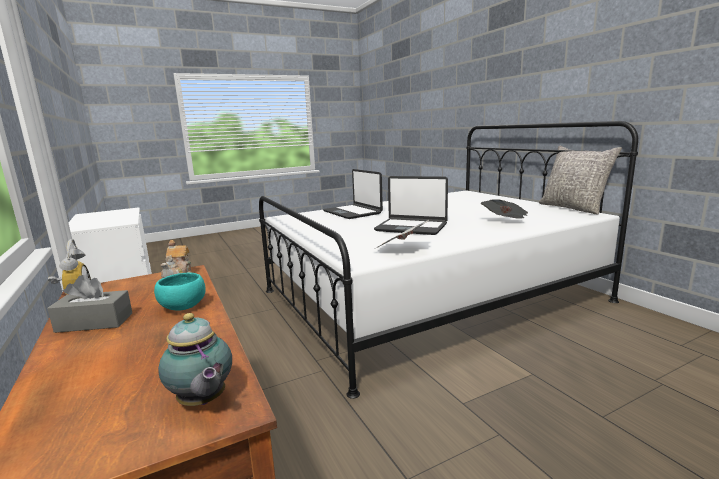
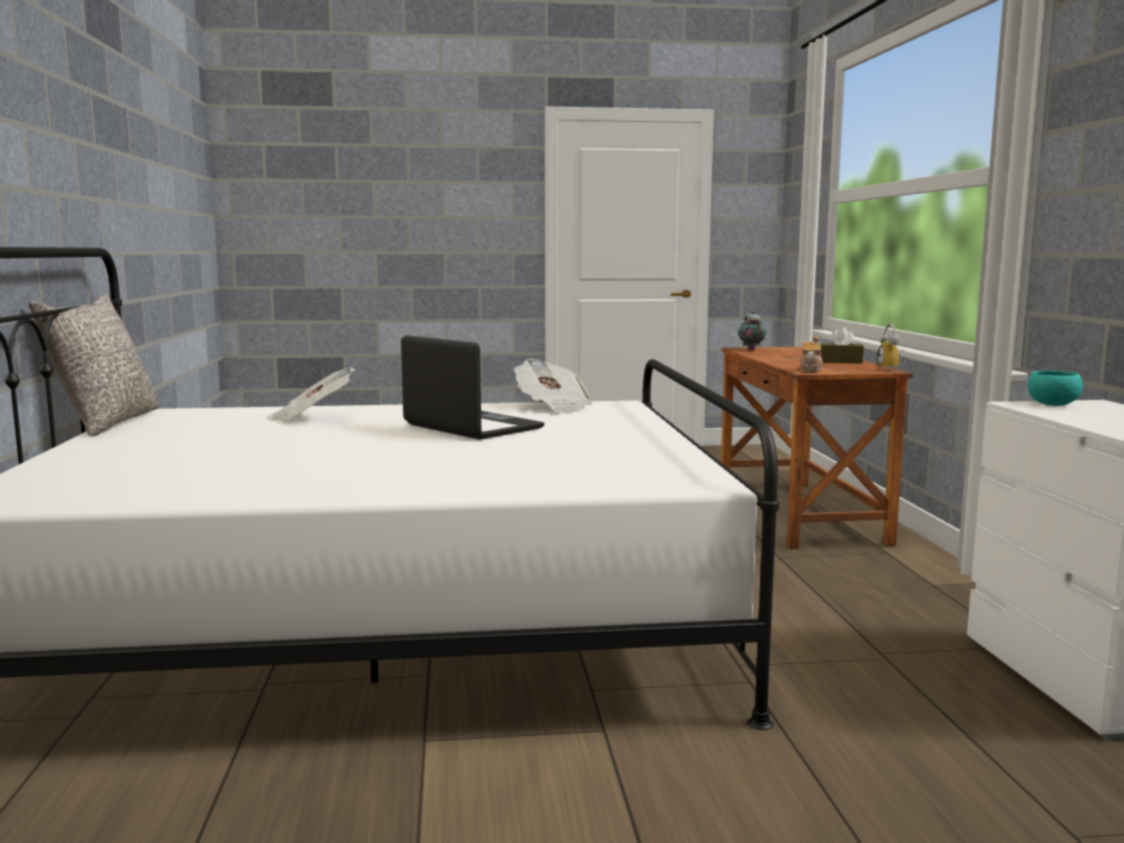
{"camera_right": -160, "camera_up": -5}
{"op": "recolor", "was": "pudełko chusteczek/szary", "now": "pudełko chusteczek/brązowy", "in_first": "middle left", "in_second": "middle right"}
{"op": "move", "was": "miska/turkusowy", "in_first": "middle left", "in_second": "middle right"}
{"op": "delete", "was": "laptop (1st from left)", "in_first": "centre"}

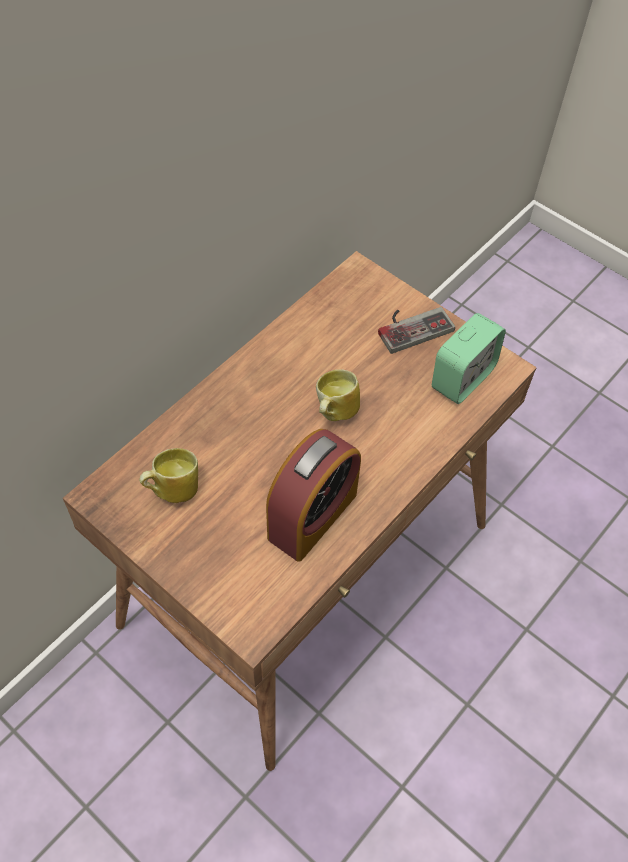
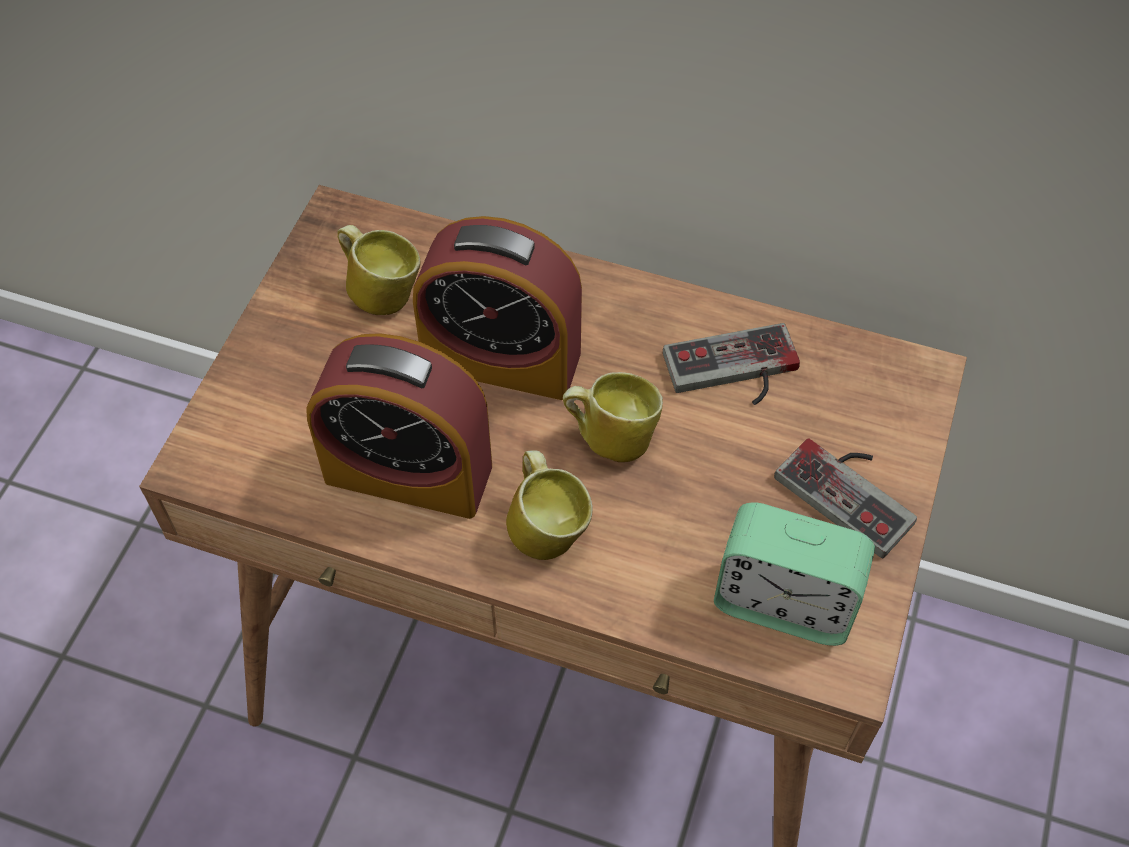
{"camera_right": 70, "camera_up": 0}
{"op": "insert", "now": "budzik (2nd from left)", "in_second": "centre"}
{"op": "insert", "now": "kubek (2nd from left)", "in_second": "centre"}
{"op": "insert", "now": "pad do gier (1st from left)", "in_second": "centre"}

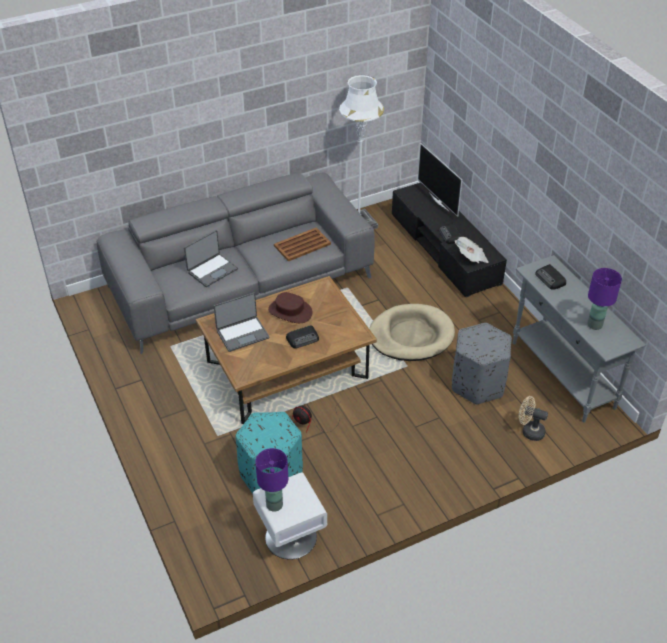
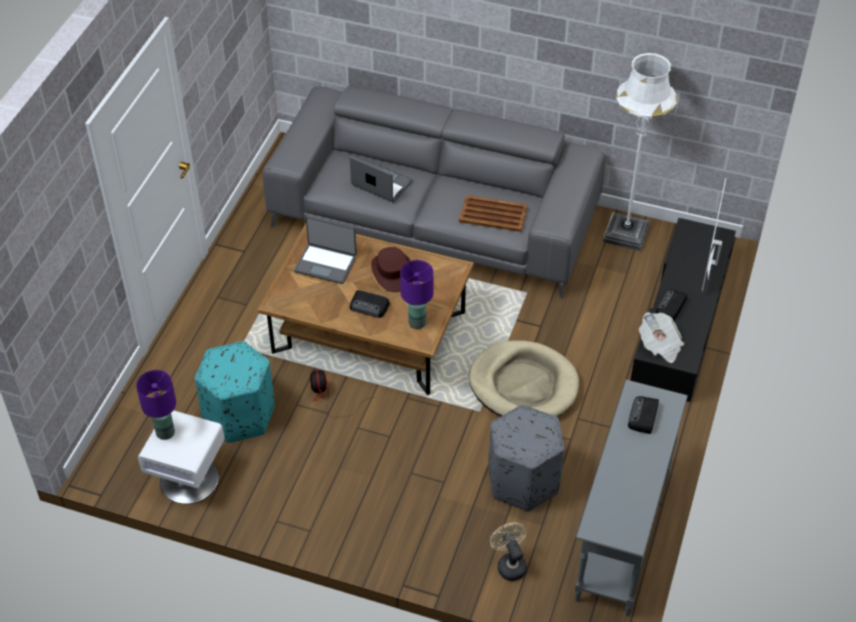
{"camera_right": 45, "camera_up": 5}
{"op": "rotate", "was": "laptop (1st from left in the first image)", "in_first": "middle left", "in_second": "top centre", "clockwise": -150}
{"op": "move", "was": "lampa stołowa/fioletowy (2nd from left)", "in_first": "middle right", "in_second": "centre"}

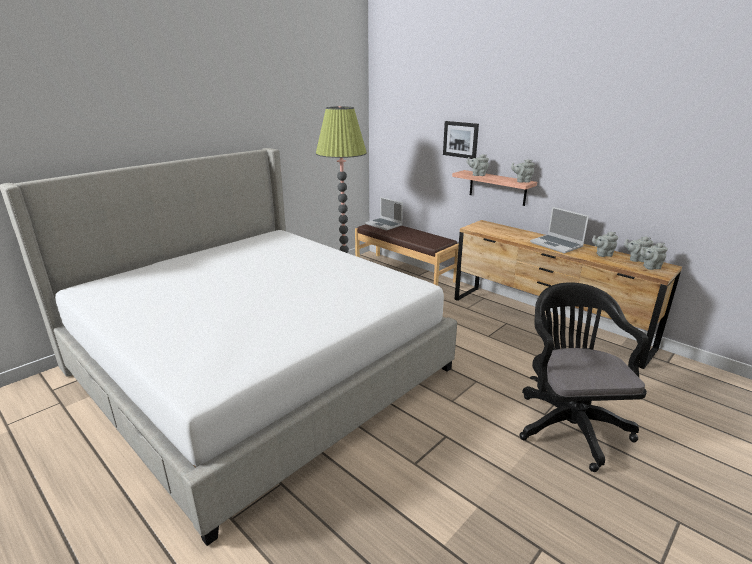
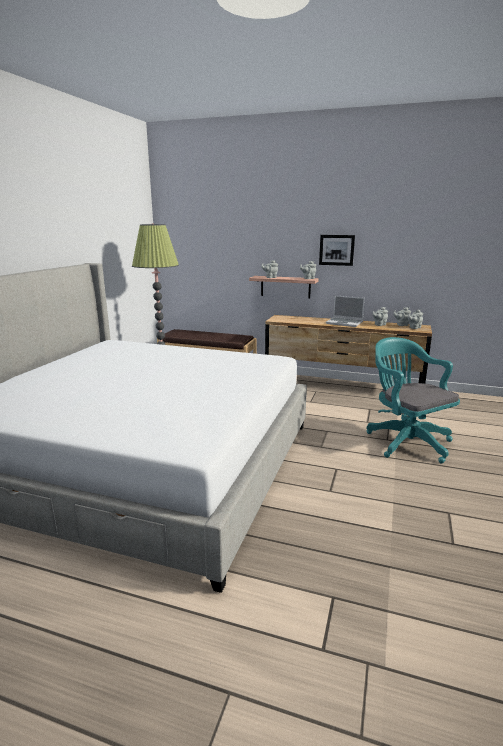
{"camera_right": -25, "camera_up": -5}
{"op": "move", "was": "obraz", "in_first": "top centre", "in_second": "middle right"}
{"op": "recolor", "was": "krzesło biurowe/czarny", "now": "krzesło biurowe/turkusowy", "in_first": "bottom right", "in_second": "middle right"}
{"op": "delete", "was": "laptop (1st from left)", "in_first": "centre"}

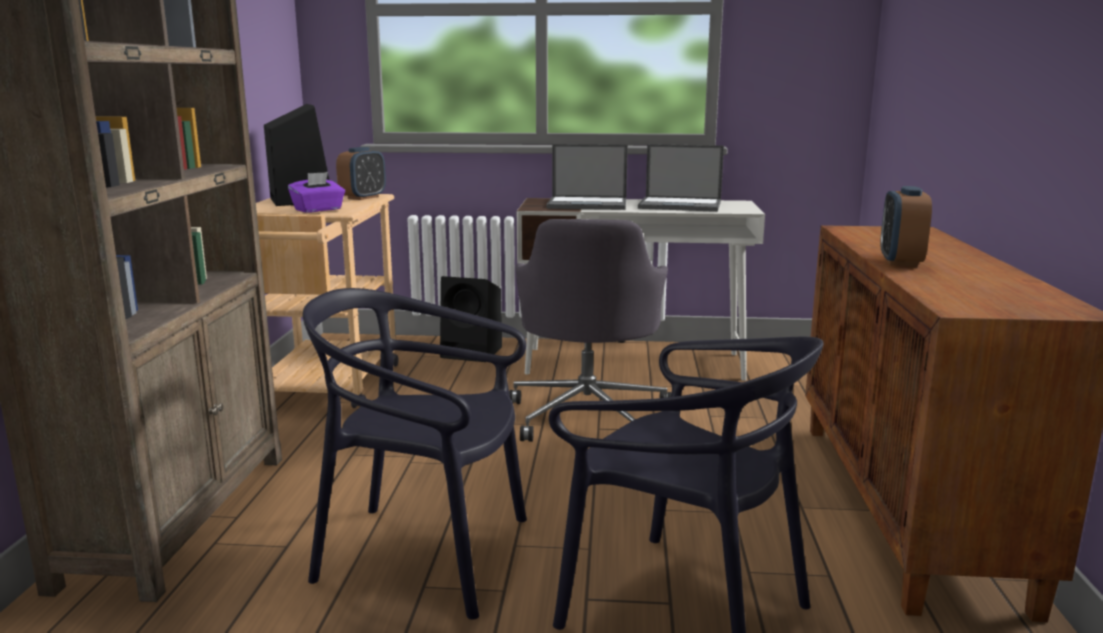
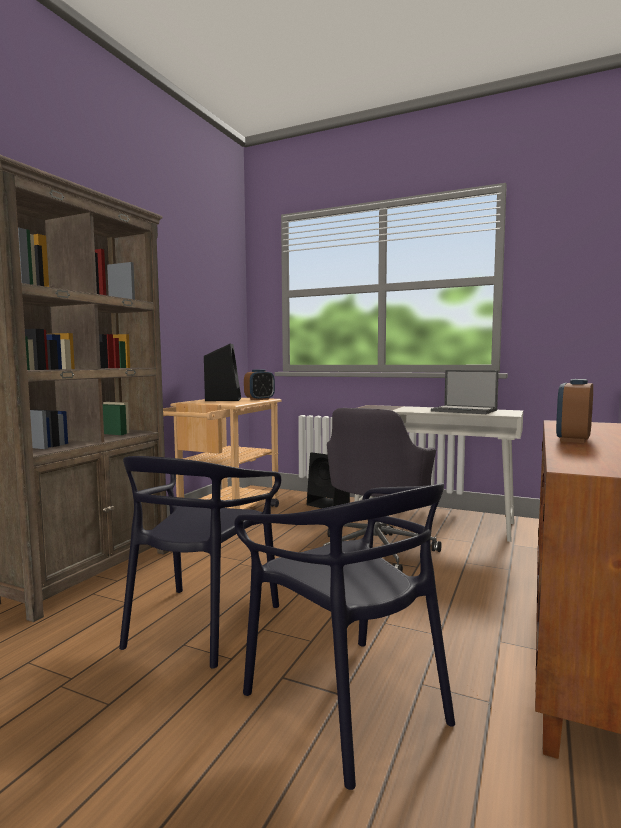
{"camera_right": 20, "camera_up": -10}
{"op": "rotate", "was": "krzesło/czarny (1st from left)", "in_first": "bottom centre", "in_second": "bottom left", "clockwise": -105}
{"op": "delete", "was": "pudełko chusteczek/fioletowy", "in_first": "top left"}
{"op": "delete", "was": "laptop (1st from left)", "in_first": "top centre"}

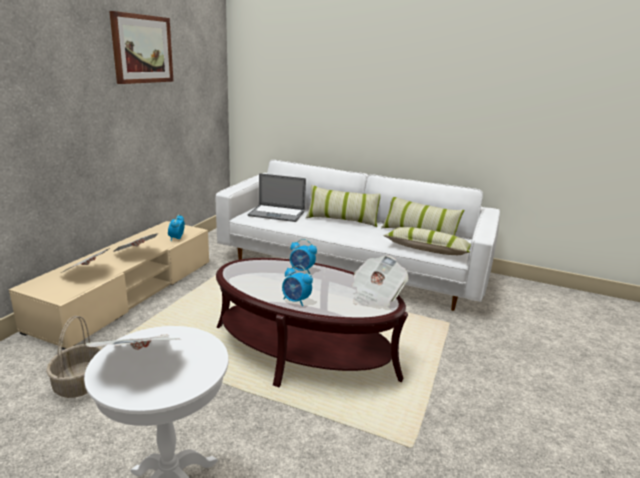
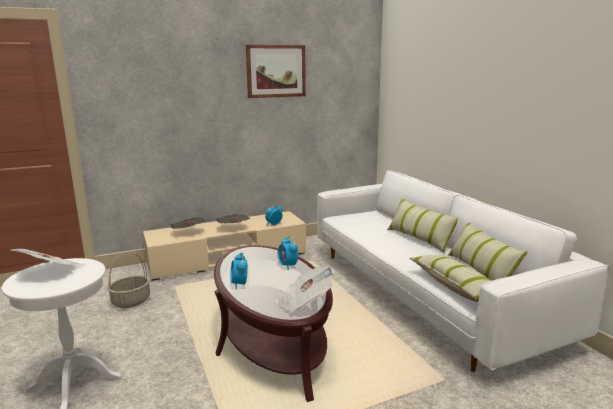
{"camera_right": 45, "camera_up": -5}
{"op": "delete", "was": "laptop", "in_first": "centre"}

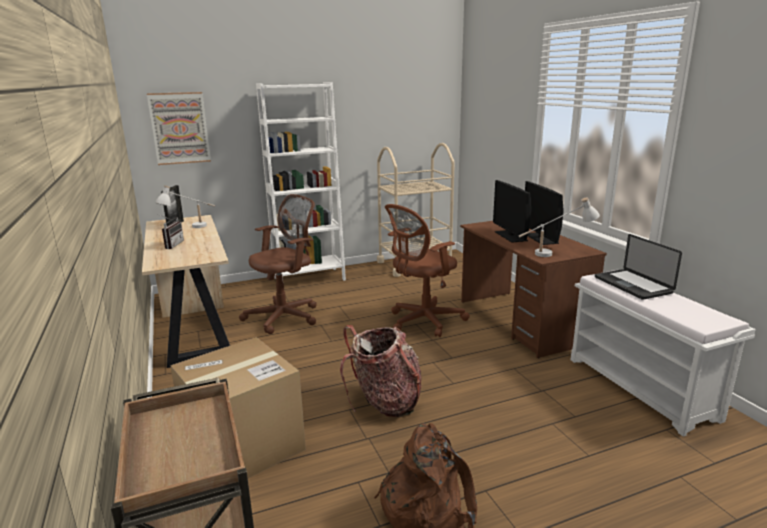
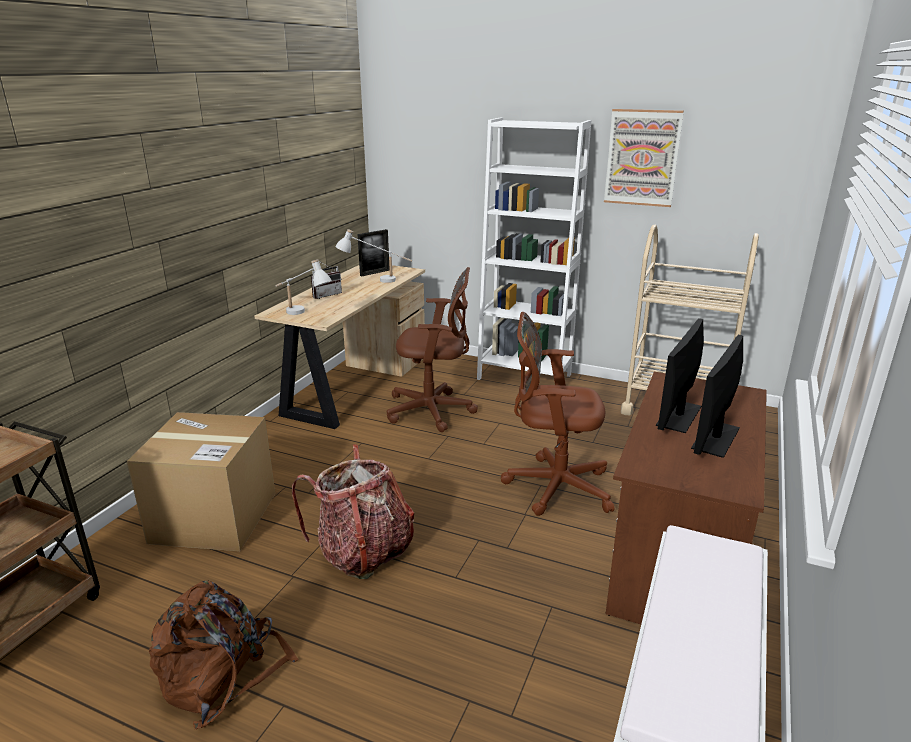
{"camera_right": 45, "camera_up": 5}
{"op": "move", "was": "lampa stołowa/biały (2nd from left in the first image)", "now": "lampa stołowa/biały (1st from left)", "in_first": "middle right", "in_second": "centre"}
{"op": "move", "was": "obraz", "in_first": "top left", "in_second": "top right"}
{"op": "delete", "was": "laptop", "in_first": "middle right"}

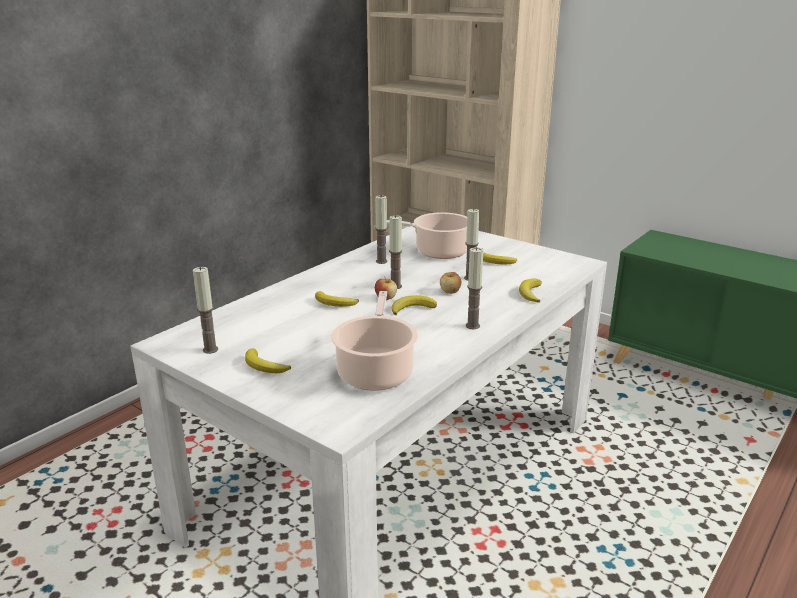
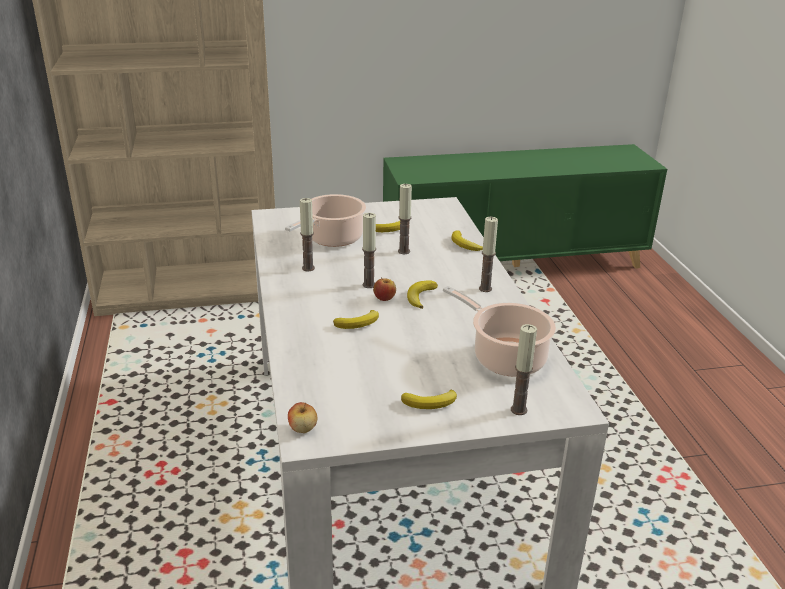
{"camera_right": -50, "camera_up": 5}
{"op": "move", "was": "jabłko (2nd from left in the first image)", "now": "jabłko (1st from left)", "in_first": "centre", "in_second": "bottom centre"}
{"op": "move", "was": "świeca (1st from left in the first image)", "now": "świeca (5th from left)", "in_first": "middle left", "in_second": "middle right"}

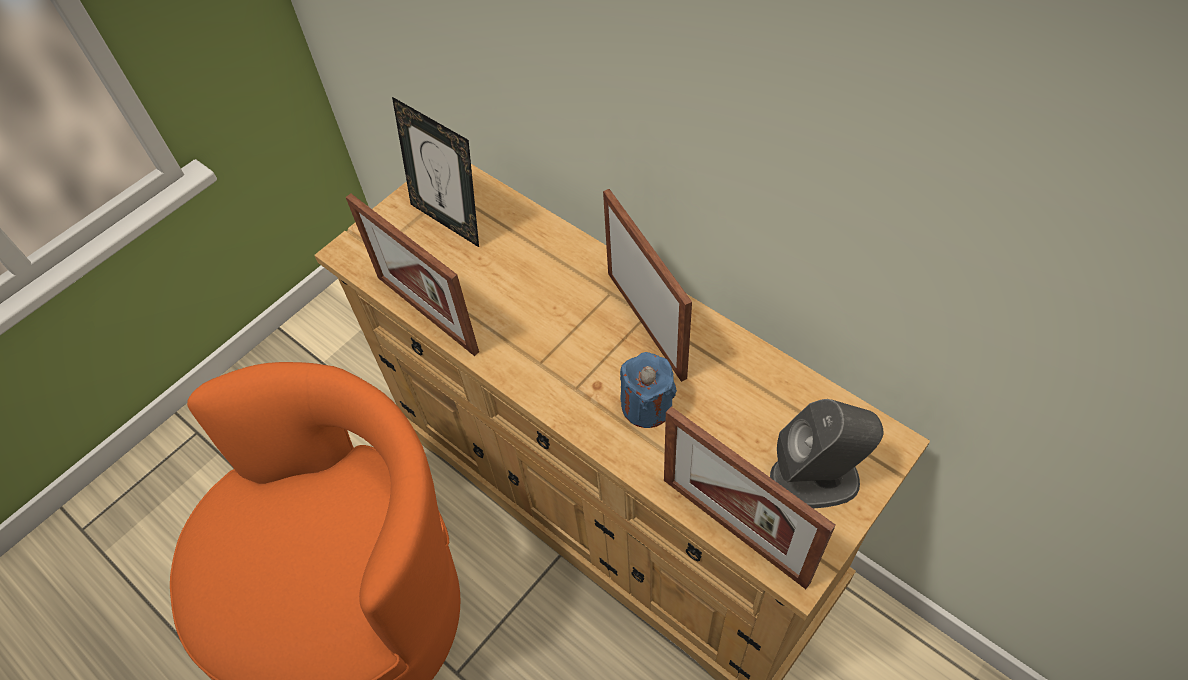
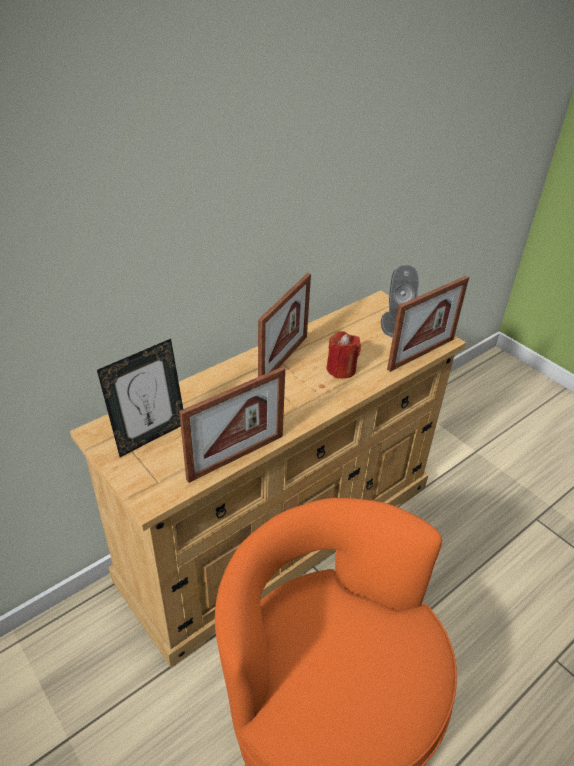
{"camera_right": -85, "camera_up": -15}
{"op": "rotate", "was": "ramka na zdjęcie (3rd from left)", "in_first": "centre", "in_second": "centre", "clockwise": 135}
{"op": "recolor", "was": "świeca/niebieski", "now": "świeca/czerwony", "in_first": "centre", "in_second": "centre"}

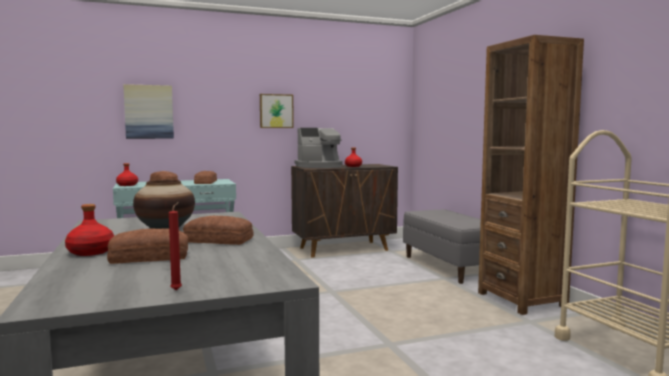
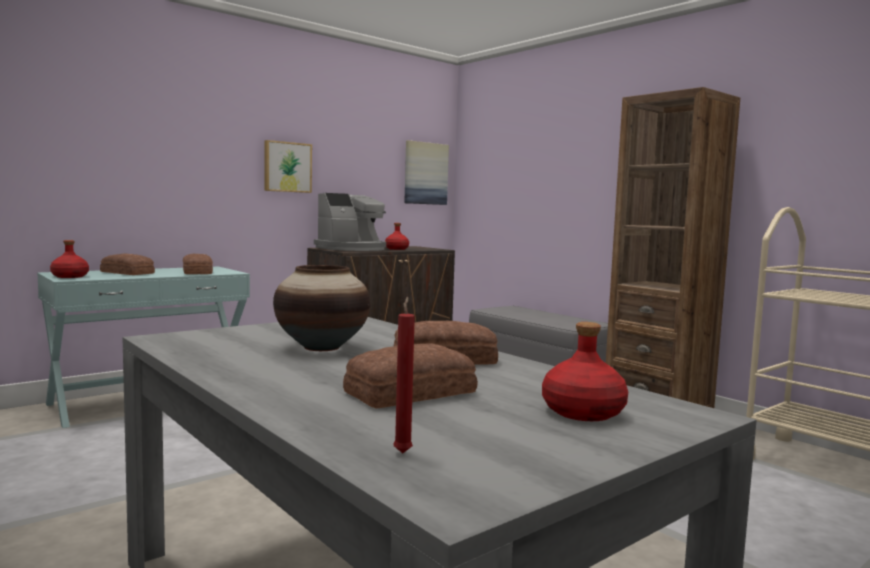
{"camera_right": -20, "camera_up": 0}
{"op": "move", "was": "świeca/czerwony", "in_first": "middle left", "in_second": "centre"}
{"op": "move", "was": "obraz (1st from left in the first image)", "now": "obraz (2nd from left)", "in_first": "top left", "in_second": "top centre"}
{"op": "move", "was": "butelka/czerwony (1st from left in the first image)", "now": "butelka/czerwony (3rd from left)", "in_first": "middle left", "in_second": "middle right"}

